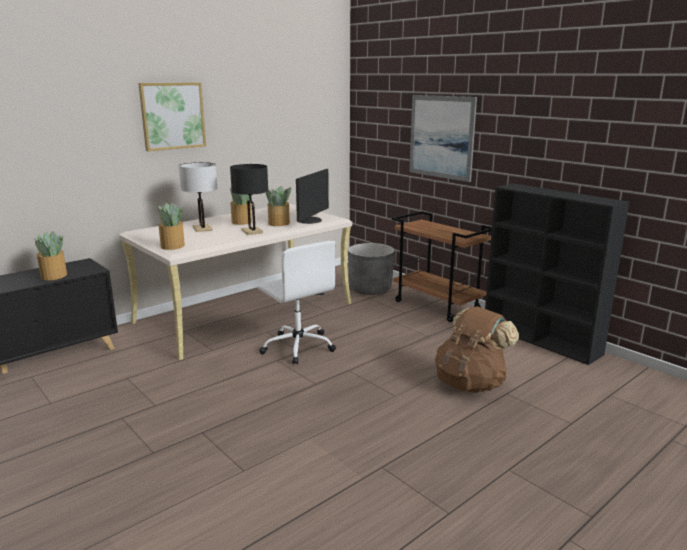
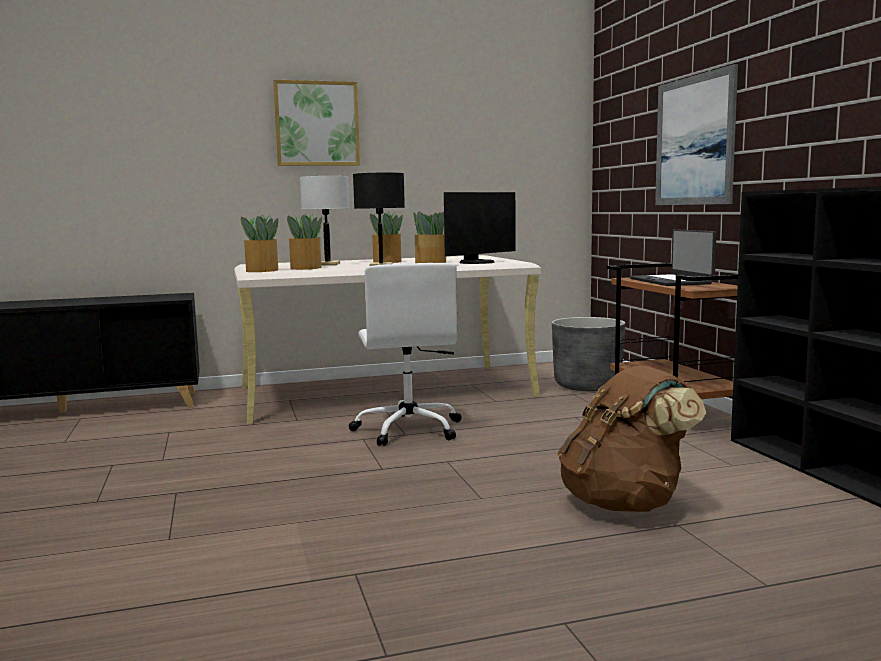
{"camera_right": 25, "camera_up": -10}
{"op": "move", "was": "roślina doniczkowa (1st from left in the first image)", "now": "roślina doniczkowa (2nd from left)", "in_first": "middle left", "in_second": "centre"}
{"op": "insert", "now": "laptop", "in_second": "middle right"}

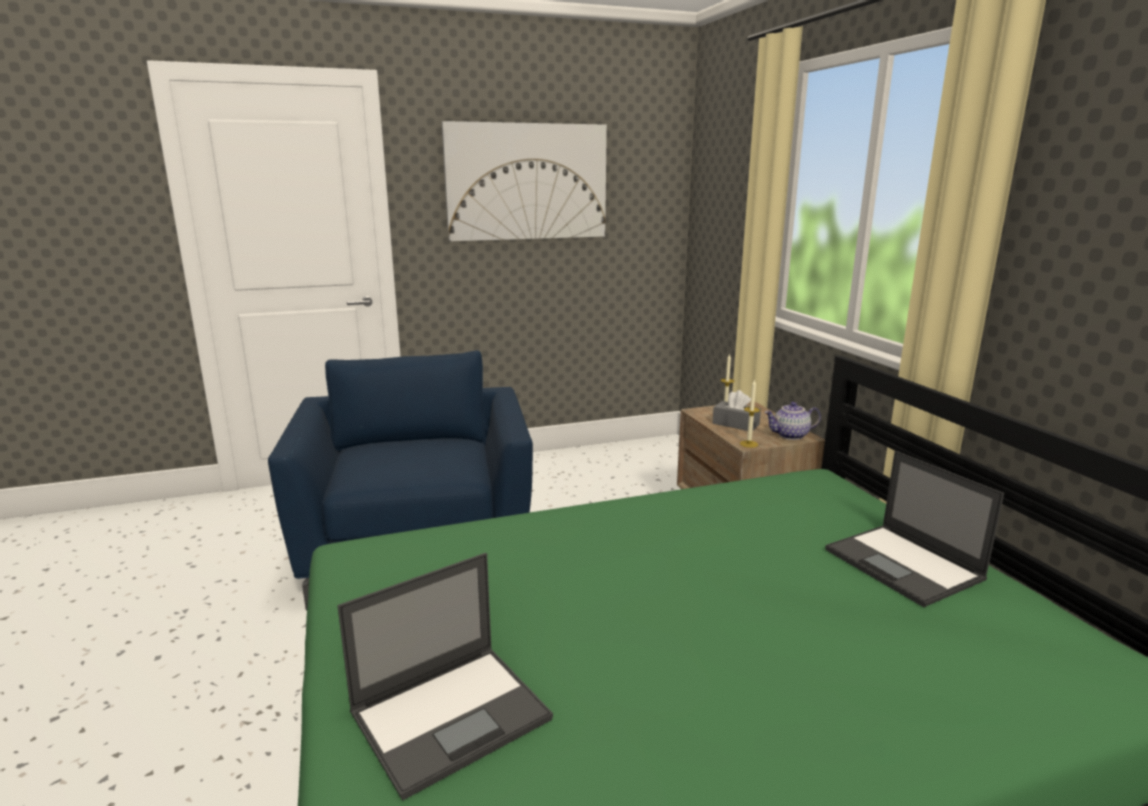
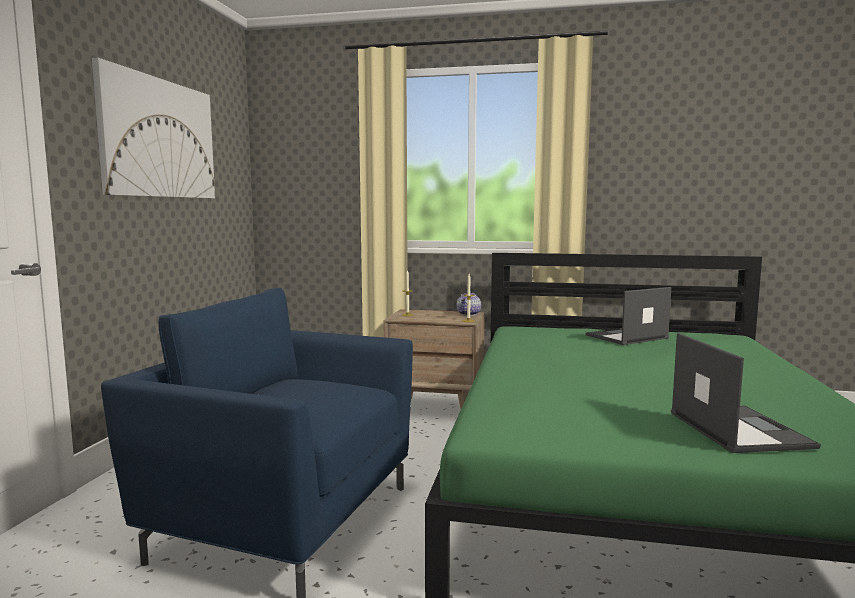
{"camera_right": -60, "camera_up": -10}
{"op": "rotate", "was": "laptop (2nd from left in the first image)", "in_first": "middle right", "in_second": "middle right", "clockwise": 150}
{"op": "delete", "was": "pudełko chusteczek/szary", "in_first": "centre"}

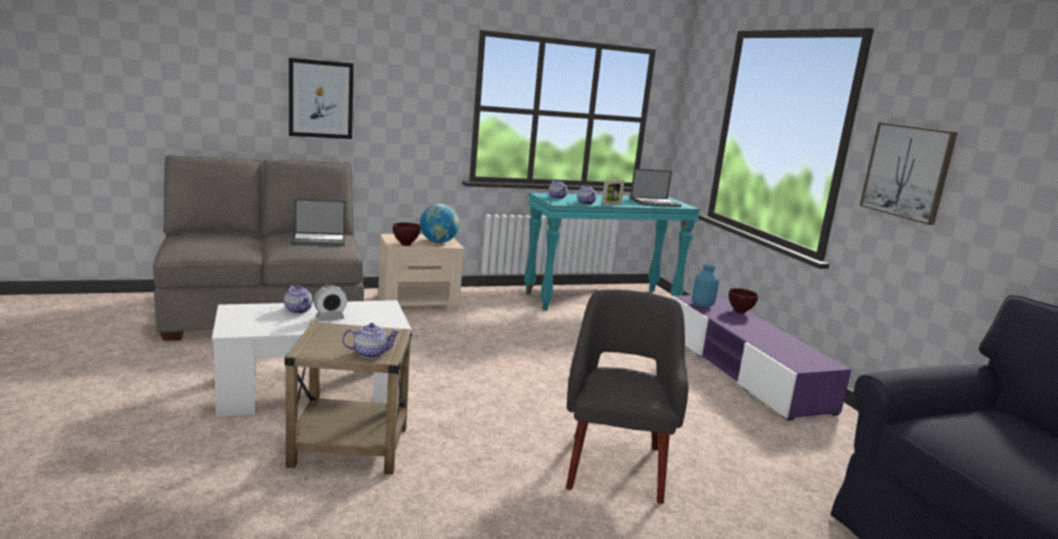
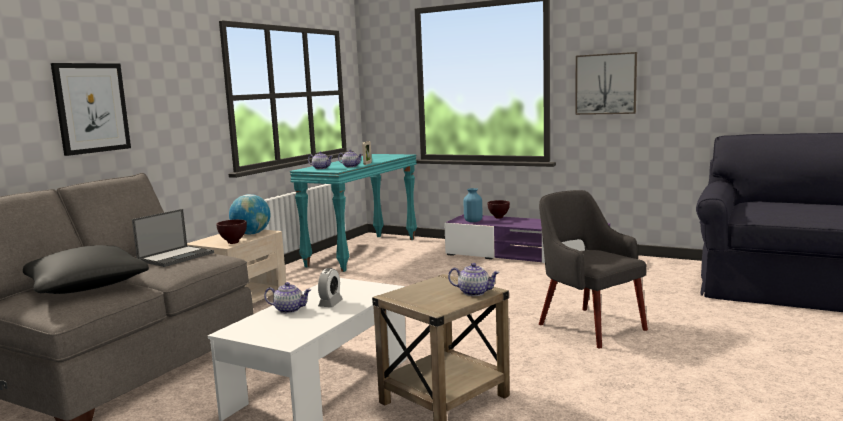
{"camera_right": -40, "camera_up": -5}
{"op": "insert", "now": "poduszka/czarny", "in_second": "middle left"}
{"op": "rotate", "was": "imbryk (2nd from left in the first image)", "in_first": "centre", "in_second": "centre", "clockwise": 75}
{"op": "delete", "was": "laptop (2nd from left)", "in_first": "centre"}

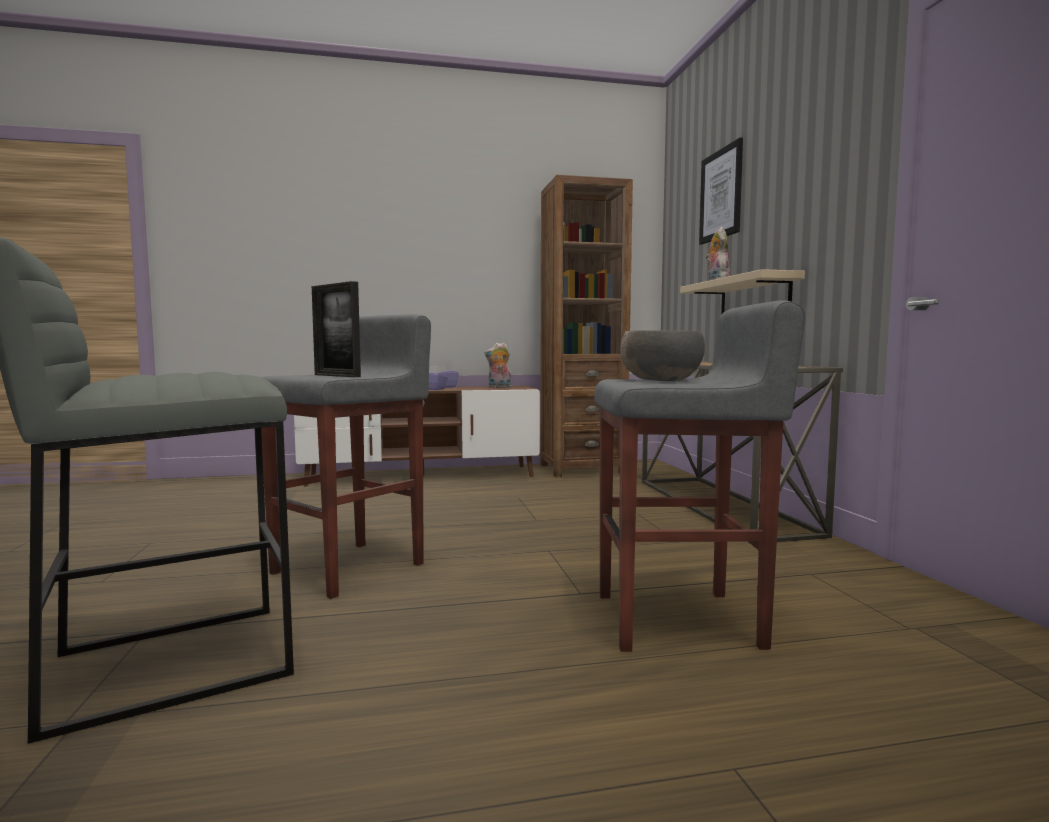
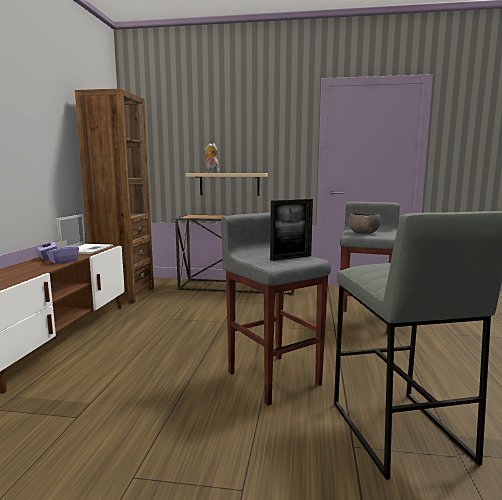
{"camera_right": -70, "camera_up": 5}
{"op": "replace", "was": "pluszak (1st from left)", "now": "laptop", "in_first": "centre", "in_second": "middle left"}
{"op": "delete", "was": "obraz", "in_first": "top right"}

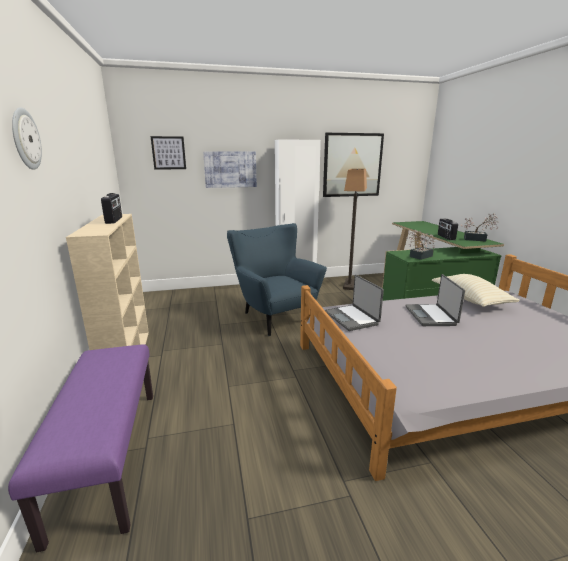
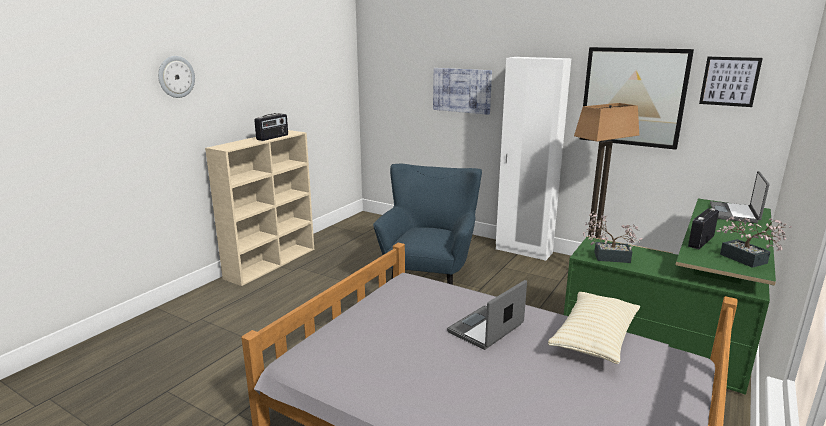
{"camera_right": 45, "camera_up": 0}
{"op": "move", "was": "obraz (1st from left in the first image)", "now": "obraz (3rd from left)", "in_first": "top left", "in_second": "top right"}
{"op": "move", "was": "laptop (1st from left in the first image)", "now": "laptop (2nd from left)", "in_first": "centre", "in_second": "middle right"}
{"op": "delete", "was": "ławka/fioletowy", "in_first": "bottom left"}

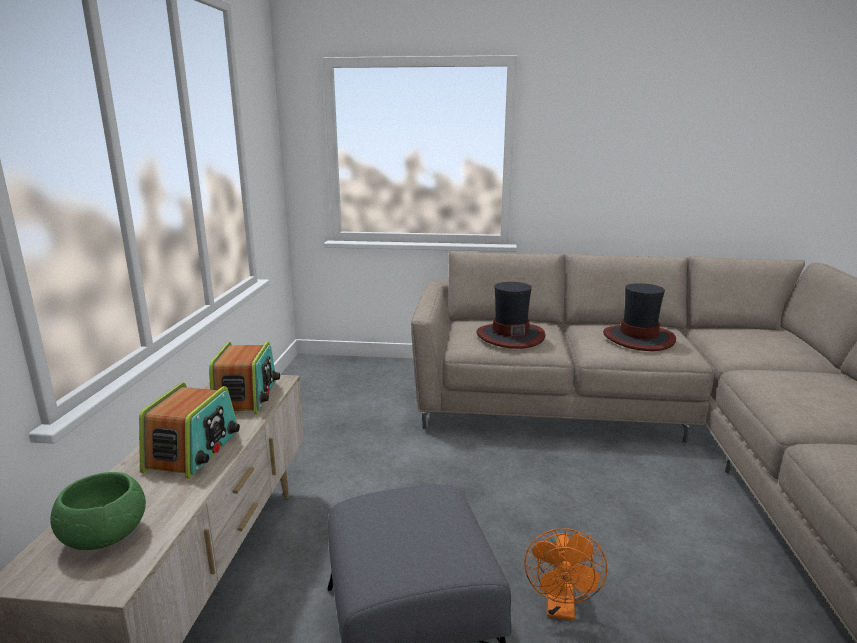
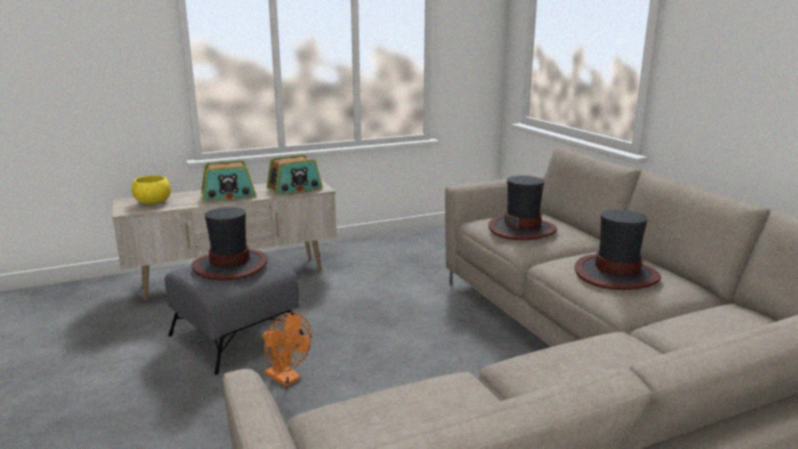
{"camera_right": 60, "camera_up": 0}
{"op": "recolor", "was": "miska/zielony", "now": "miska/żółty", "in_first": "bottom left", "in_second": "middle left"}
{"op": "insert", "now": "kapelusz (1st from left)", "in_second": "middle left"}
{"op": "rotate", "was": "wentylator/pomarańczowy", "in_first": "bottom centre", "in_second": "bottom centre", "clockwise": -120}

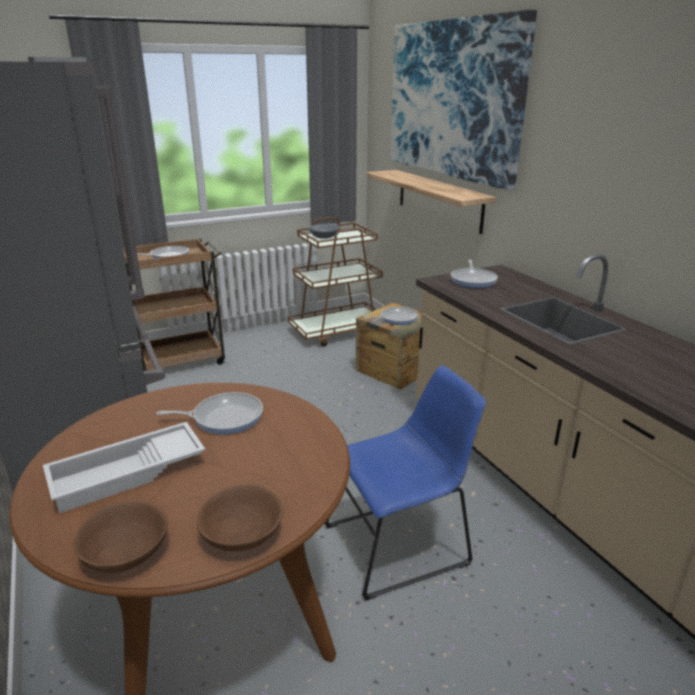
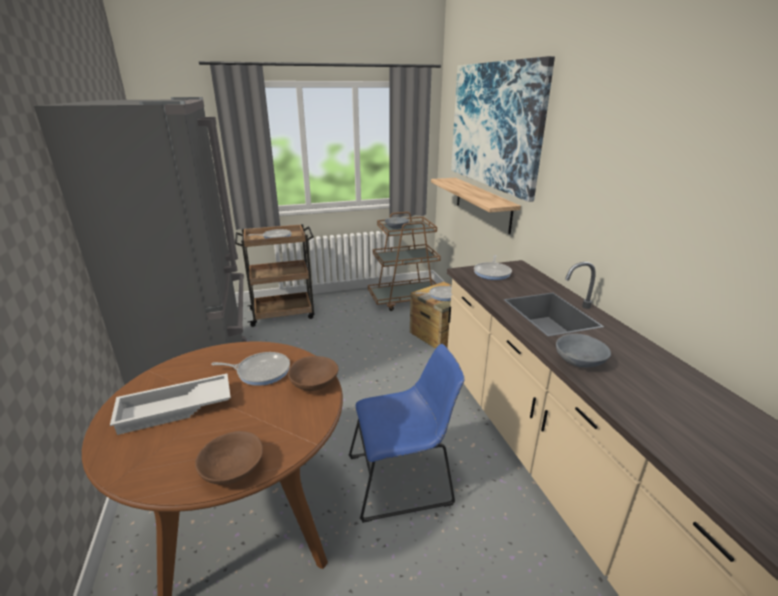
{"camera_right": 10, "camera_up": 0}
{"op": "move", "was": "miska/brązowy (1st from left in the first image)", "now": "miska/brązowy (2nd from left)", "in_first": "bottom left", "in_second": "centre"}
{"op": "insert", "now": "miska/szary (2nd from left)", "in_second": "middle right"}

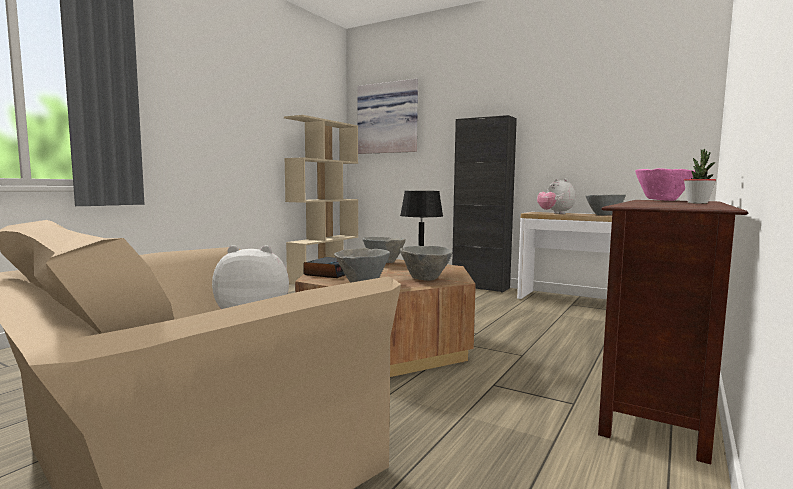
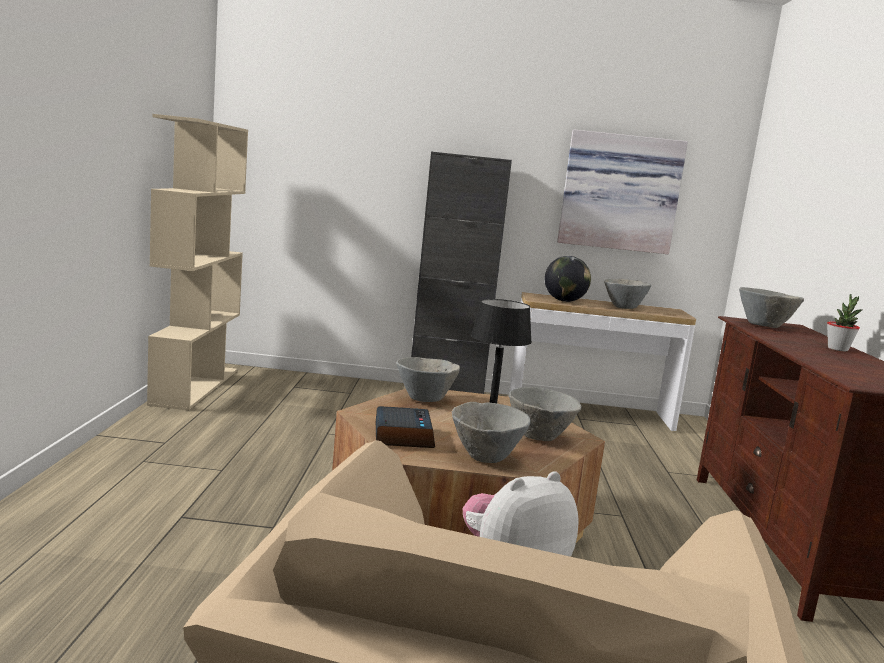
{"camera_right": -30, "camera_up": 5}
{"op": "replace", "was": "pluszak (2nd from left)", "now": "globus", "in_first": "middle right", "in_second": "centre"}
{"op": "move", "was": "obraz", "in_first": "top centre", "in_second": "top right"}
{"op": "recolor", "was": "miska/różowy", "now": "miska/szary (5th from left)", "in_first": "middle right", "in_second": "middle right"}

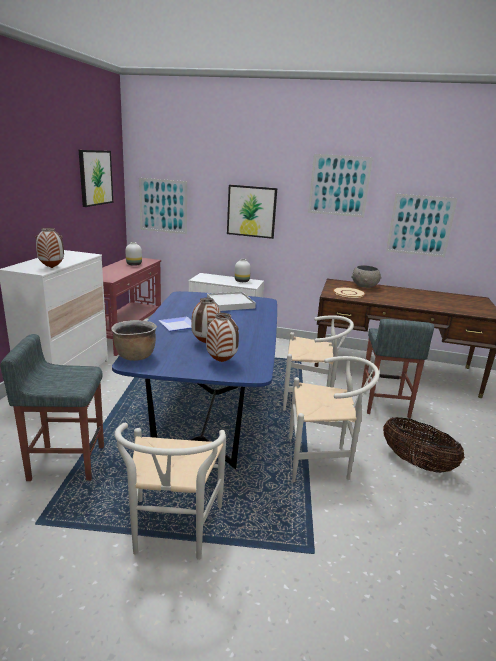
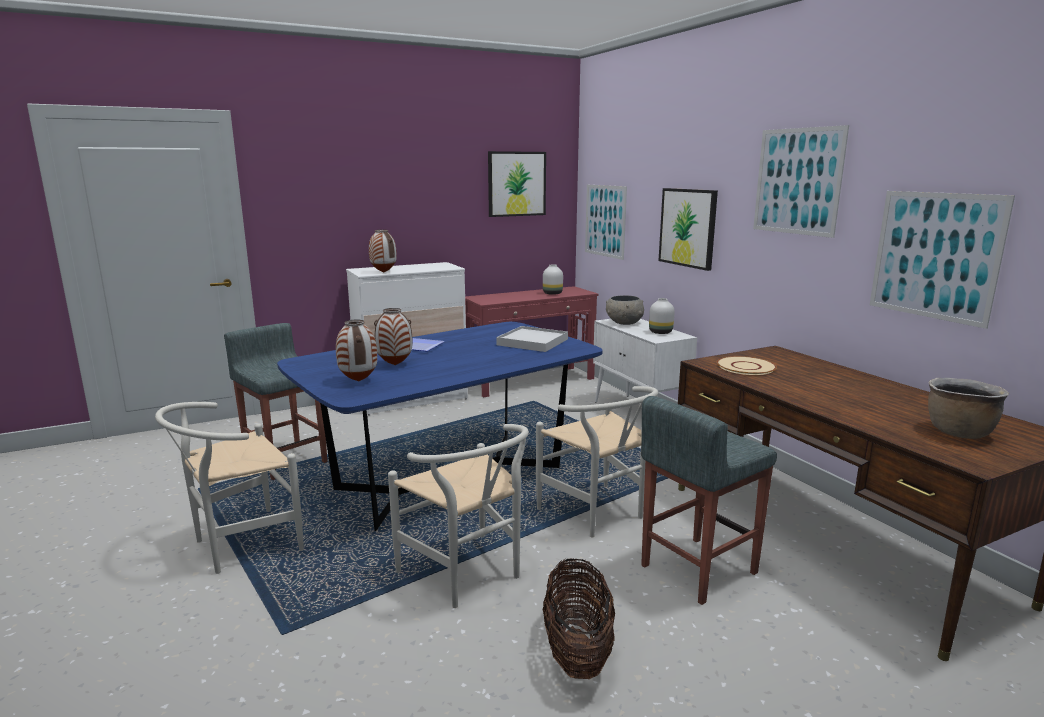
{"camera_right": 50, "camera_up": -5}
{"op": "move", "was": "miska/szary", "in_first": "middle right", "in_second": "centre"}
{"op": "move", "was": "garnek/brązowy", "in_first": "middle left", "in_second": "middle right"}

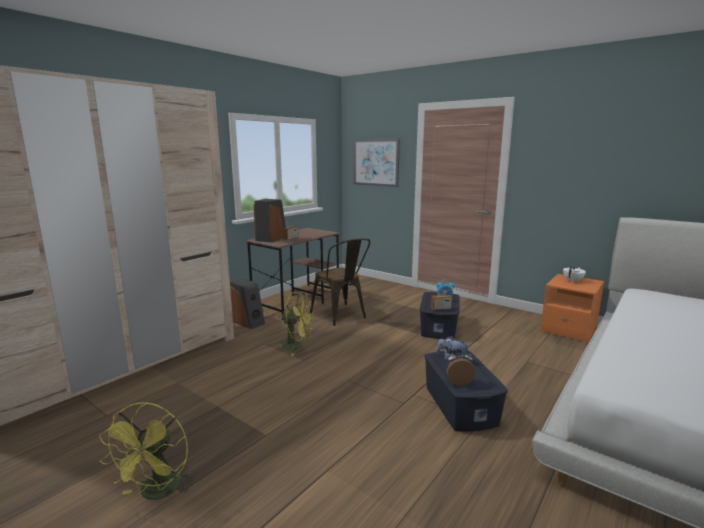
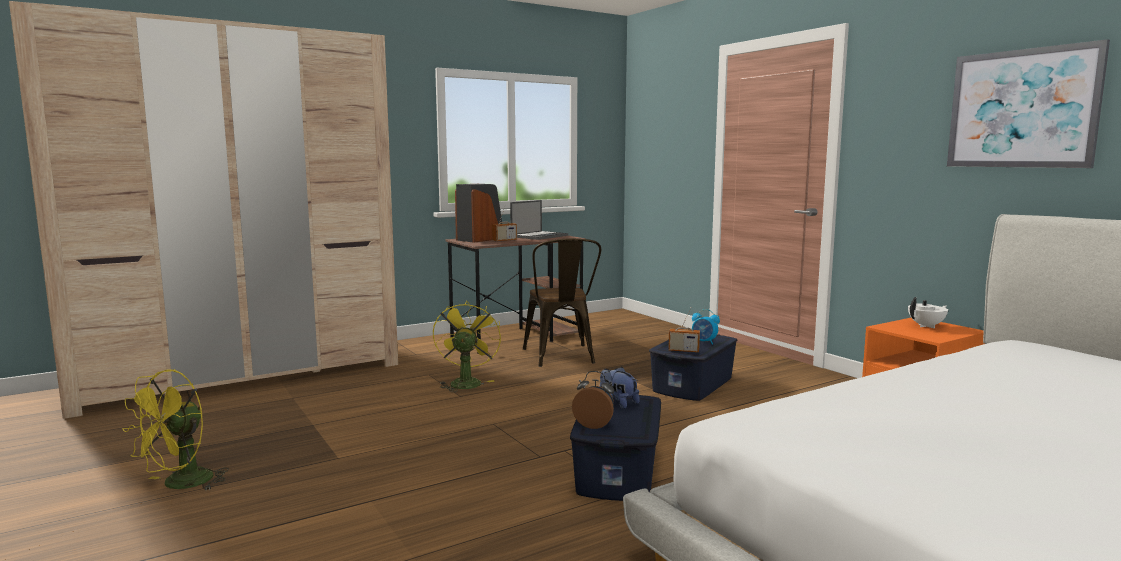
{"camera_right": 20, "camera_up": -5}
{"op": "rotate", "was": "wentylator/żółty (2nd from left)", "in_first": "centre", "in_second": "centre", "clockwise": -120}
{"op": "insert", "now": "laptop", "in_second": "centre"}
{"op": "move", "was": "obraz", "in_first": "top centre", "in_second": "top right"}
{"op": "delete", "was": "głośnik (1st from left)", "in_first": "centre"}

